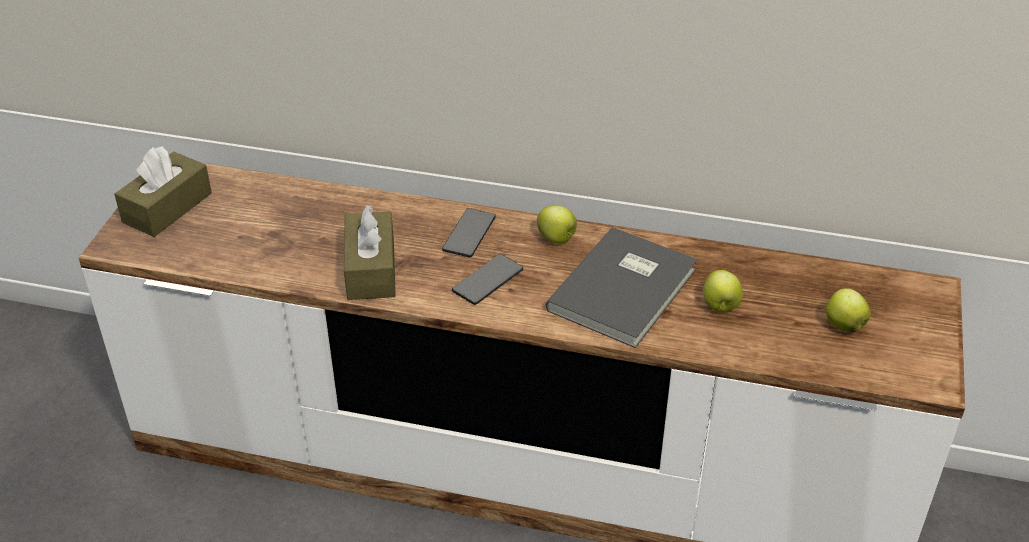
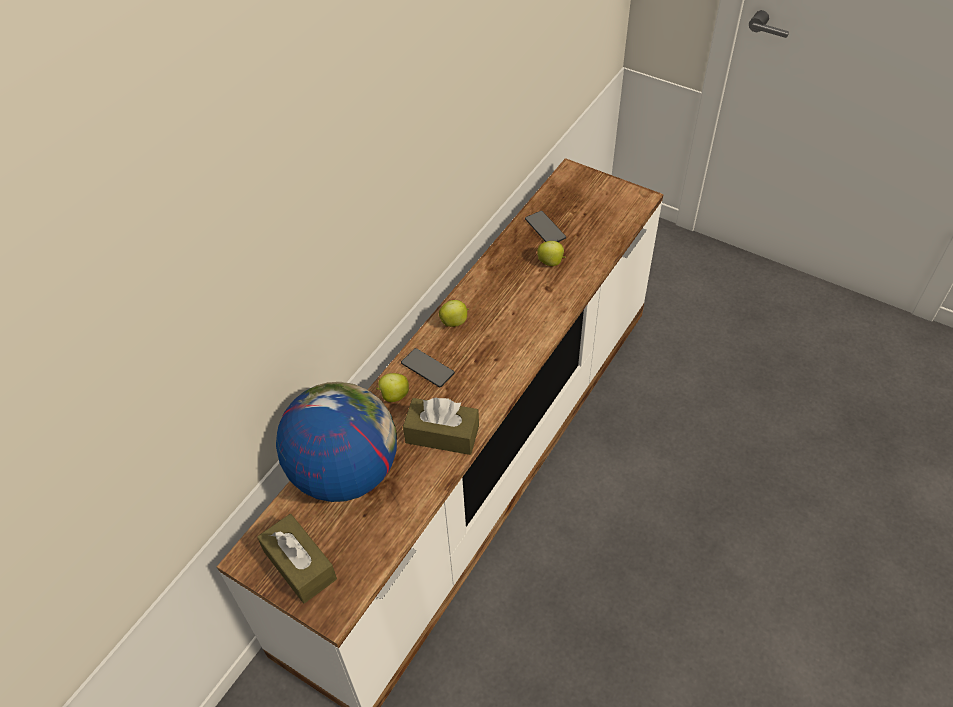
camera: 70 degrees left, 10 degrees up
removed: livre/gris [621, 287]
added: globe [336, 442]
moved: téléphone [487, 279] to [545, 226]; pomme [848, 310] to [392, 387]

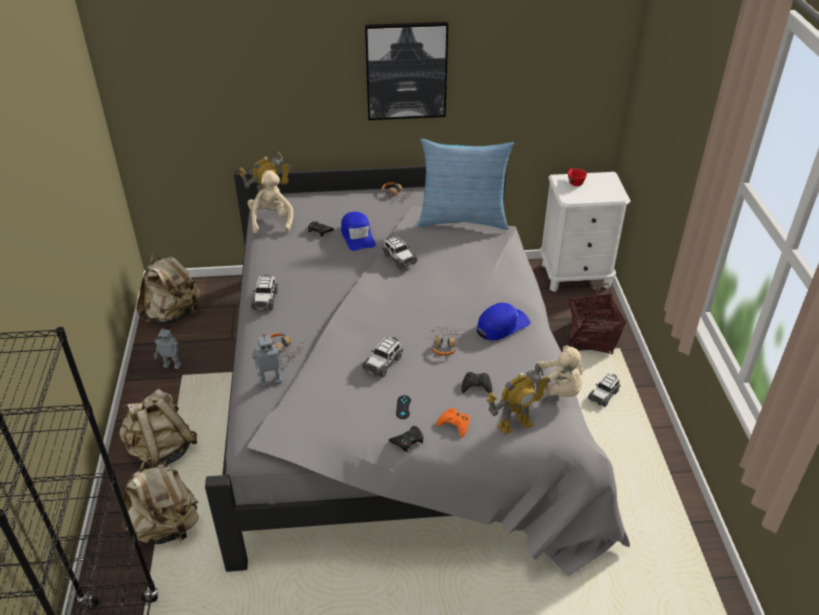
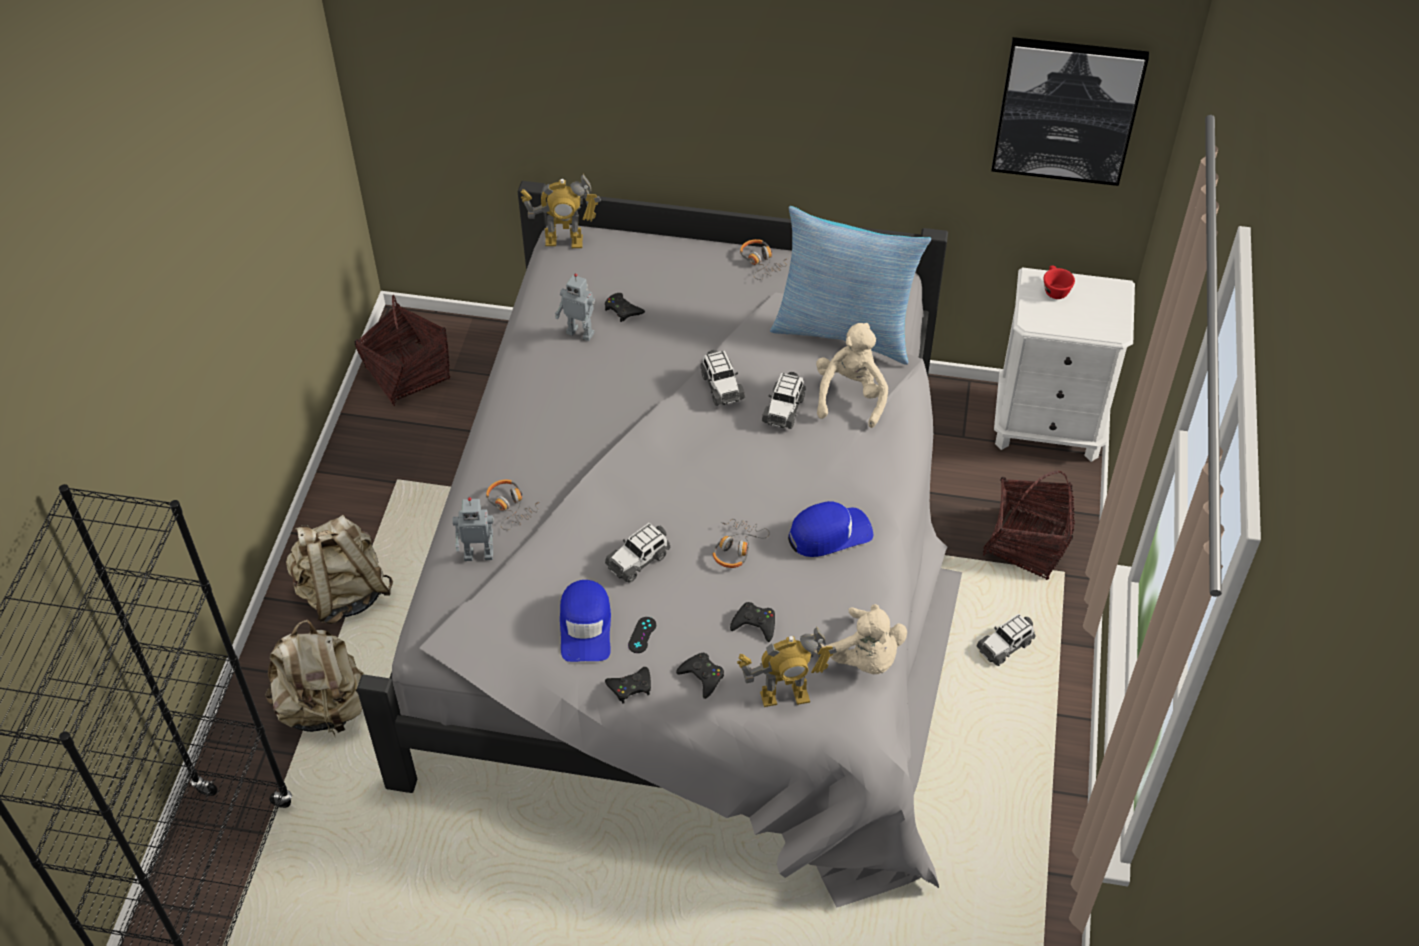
camera: 15 degrees right, 10 degrees up
moved: tableau [406, 71] to [1070, 111]; peluche/beige [270, 202] to [852, 375]; casquette/bleu [358, 231] to [585, 621]; petite voiture [264, 292] to [784, 400]; robot jouet [167, 348] to [575, 307]
replaced: sac à dos/beige [169, 288] to panier [402, 350]
recoloured: manette/orange [453, 423] to manette/noir [700, 676]

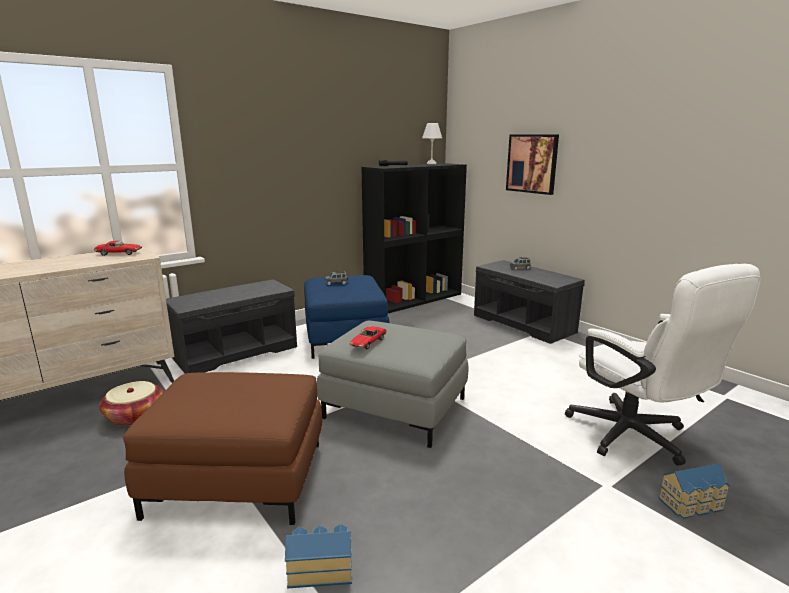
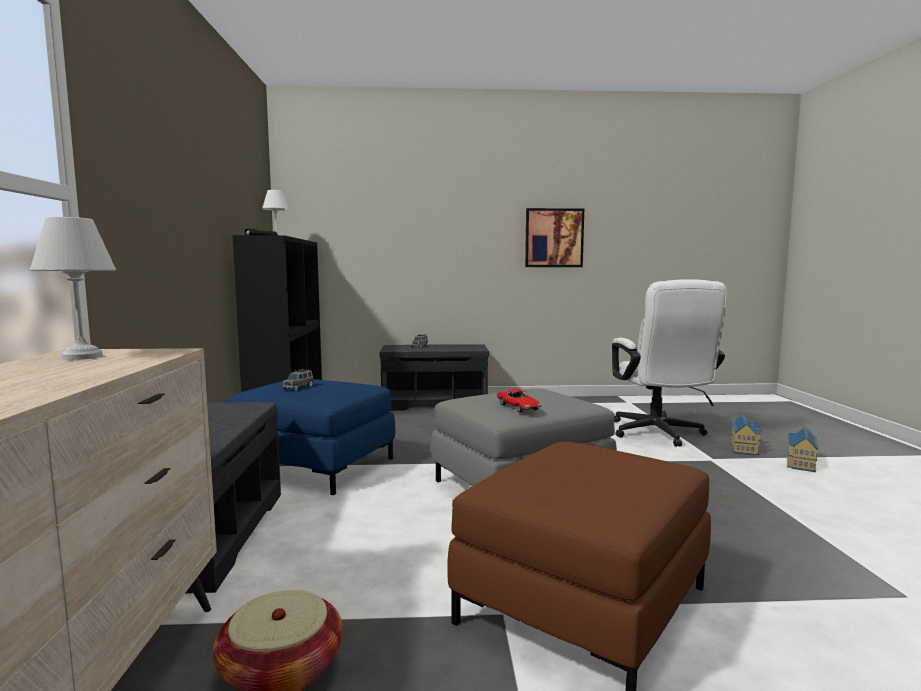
camera: 55 degrees left, 10 degrees down
moved: tableau [532, 164] to [554, 237]; maison miniature [318, 556] to [802, 449]
replaced: petite voiture [118, 248] to lampe de table/blanc [73, 288]
turned: chaise de bureau/blanc [663, 365] = [669, 363] 75 degrees clockwise

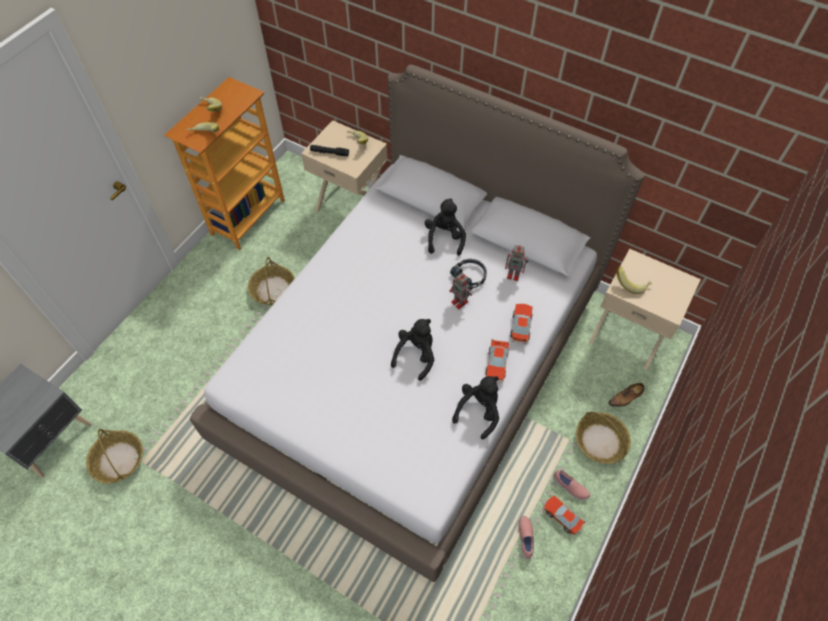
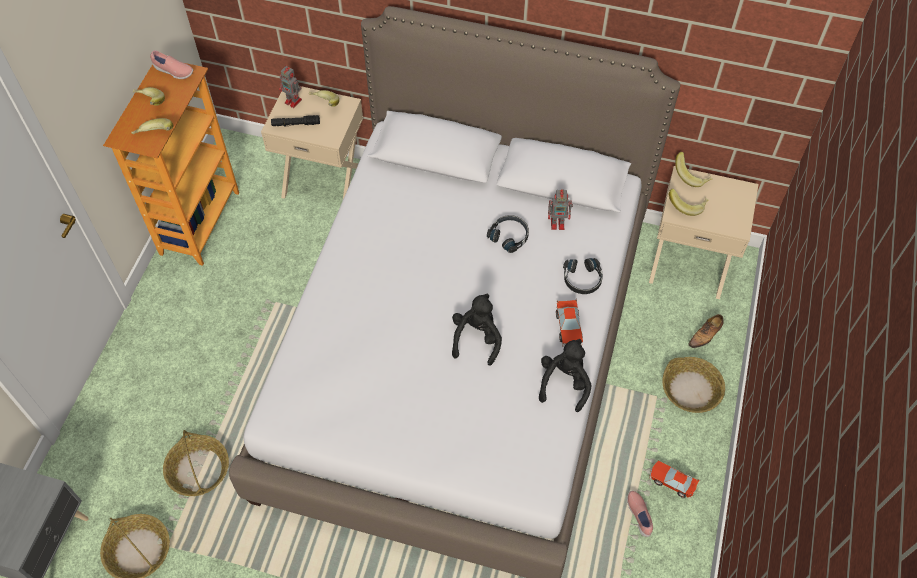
camera: 15 degrees left, 0 degrees up
removed: peluche/noir [445, 227]
added: banane [694, 169]
moved: panier [271, 281] to [196, 463]; robot jouet [461, 291] to [290, 86]; chaussure/rose [571, 485] to [171, 64]
replaced: petite voiture [521, 324] to casque audio/noir [583, 276]

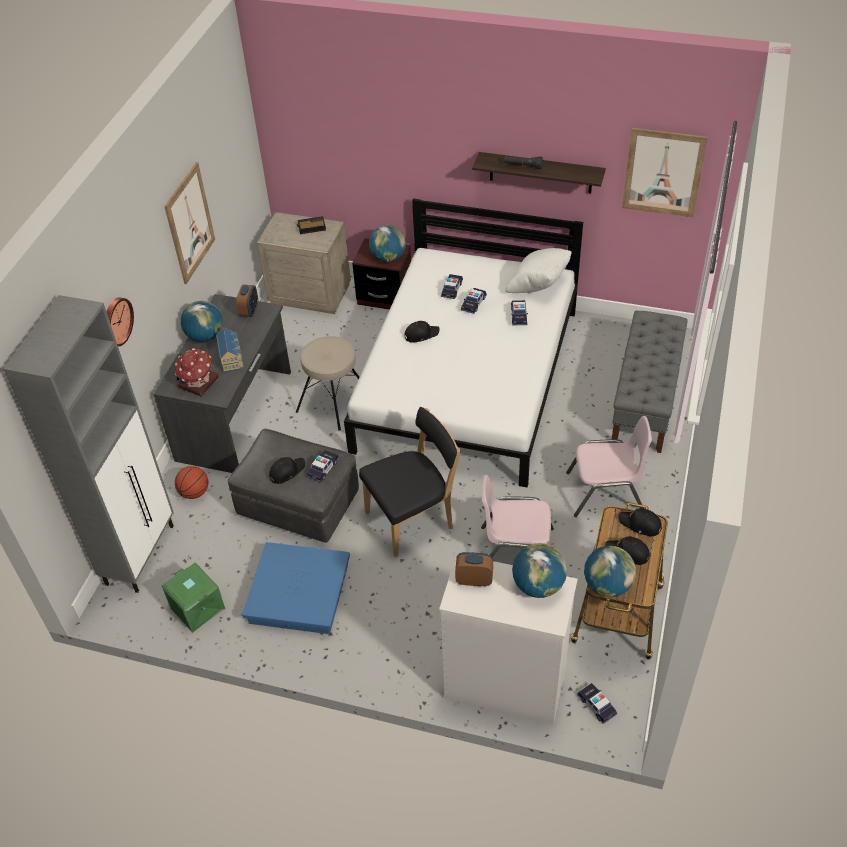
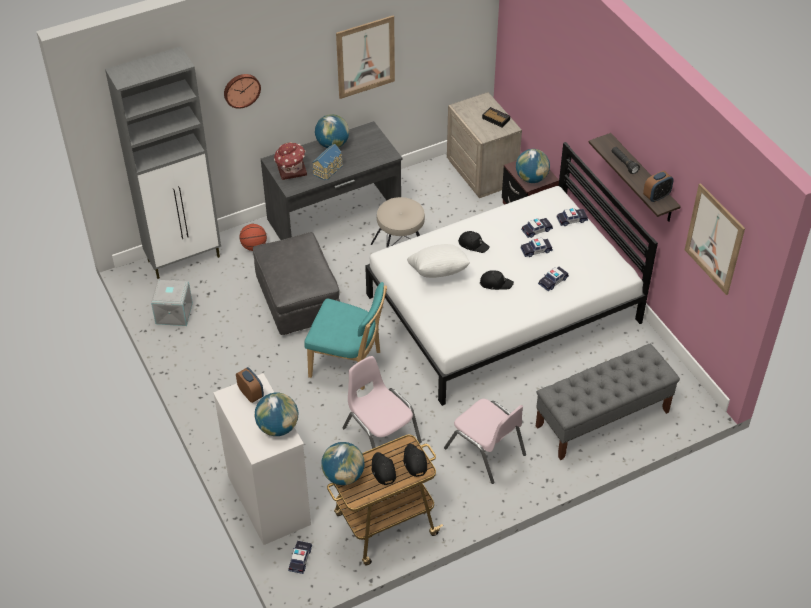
camera: 45 degrees right, 0 degrees up
removed: boîte de rangement/bleu [296, 588]
moved: coussin/blanc [538, 270] to [438, 261]; réveil [247, 300] to [658, 186]; petite voiture [323, 466] to [572, 217]; casquette/noir [287, 470] to [497, 280]
recoloured: chaise/noir [410, 482] to chaise/turquoise [345, 336]; boîte de rangement/vert [193, 597] to boîte de rangement/gris [172, 302]

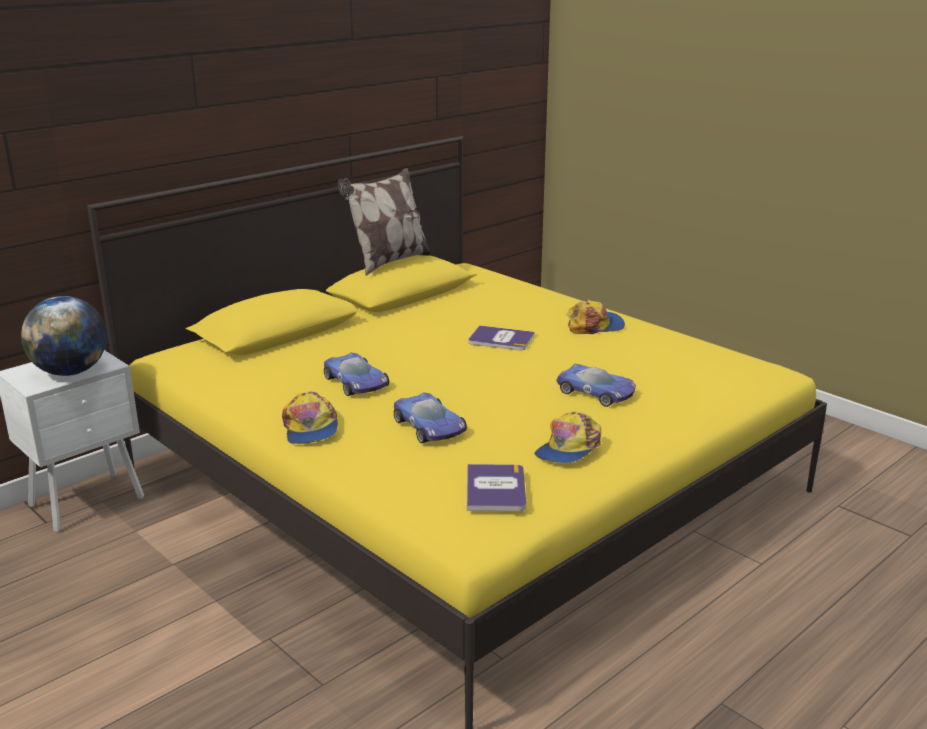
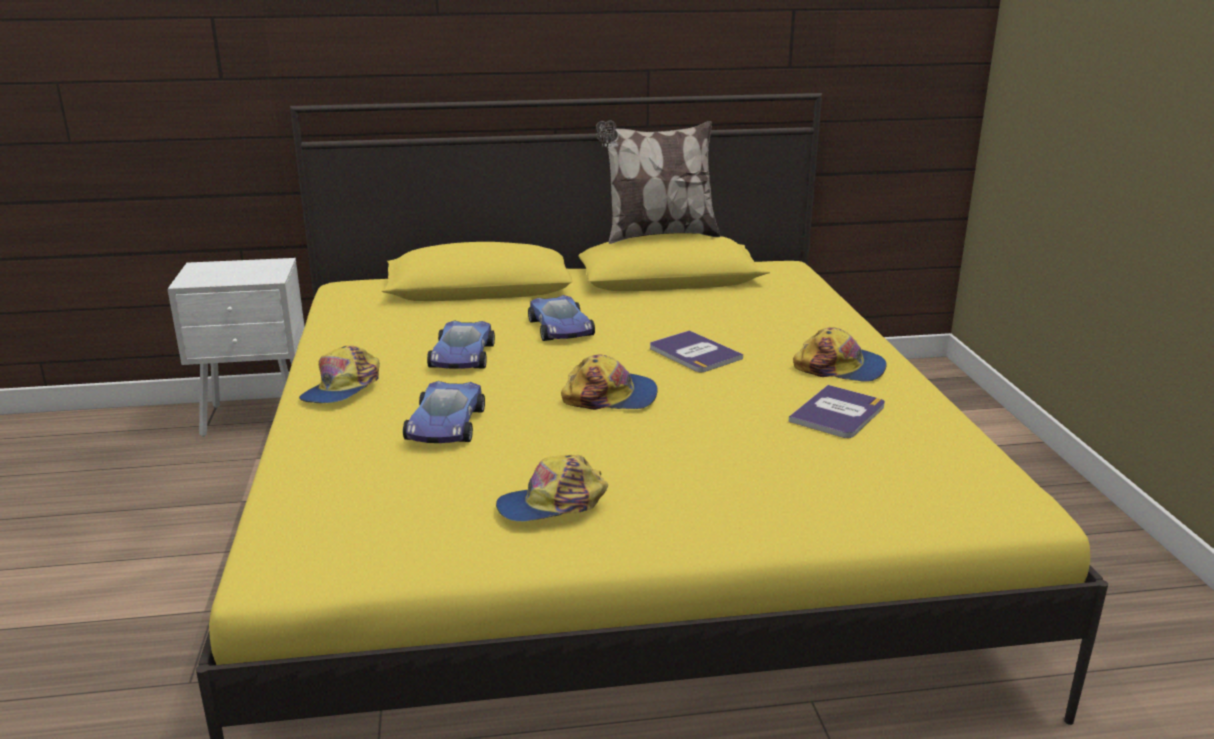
camera: 35 degrees right, 0 degrees up
removed: globe [64, 336]
added: casquette [609, 382]
moved: petite voiture [596, 385] to [561, 318]; livre [496, 487] to [837, 411]

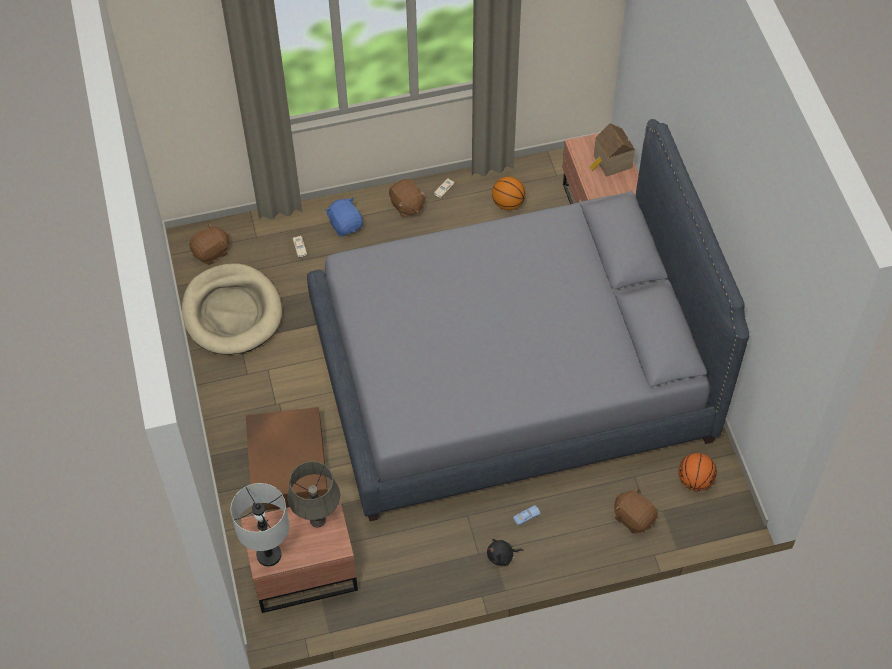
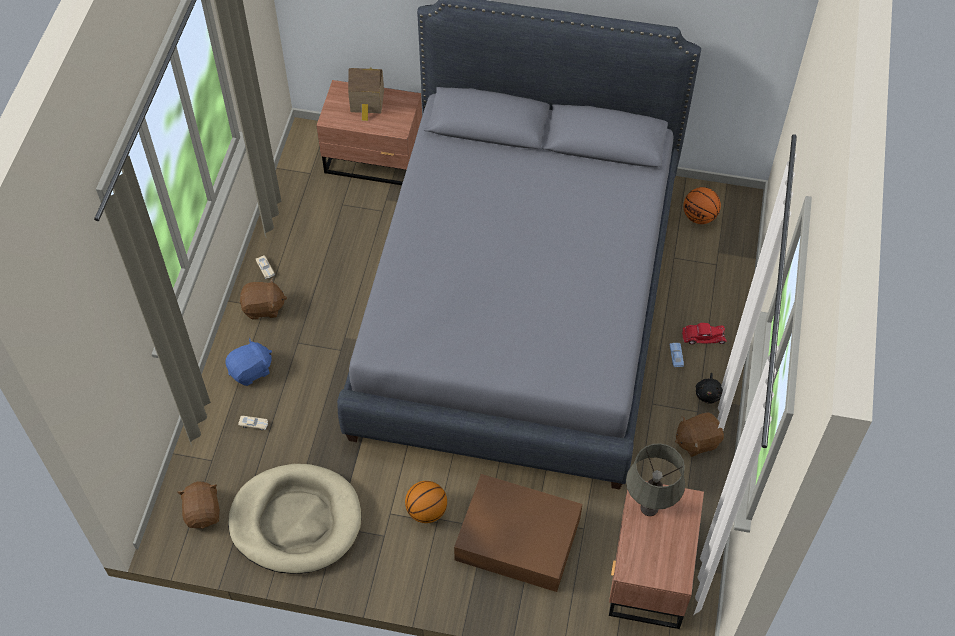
camera: 65 degrees left, 0 degrees up
removed: lampe de table/gris [260, 525]
added: petite voiture/rouge [704, 333]
moved: ballon de basket [509, 193] to [426, 502]; peluche/marron [636, 510] to [699, 434]
turned: peluche/bleu [344, 217] = [249, 362] 150 degrees clockwise

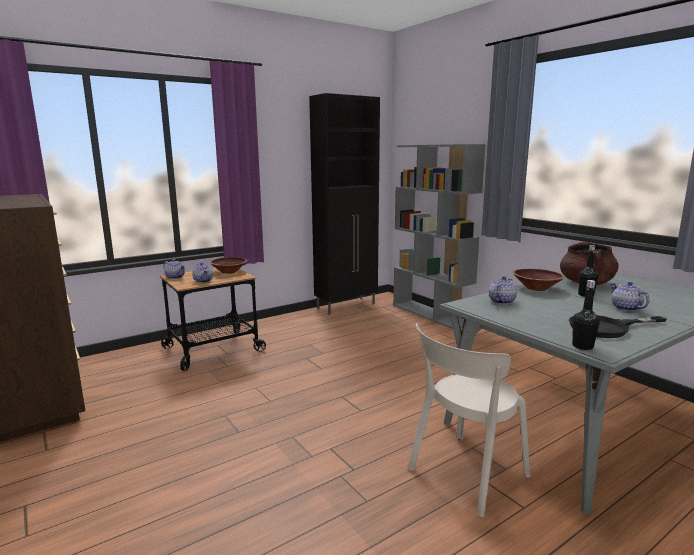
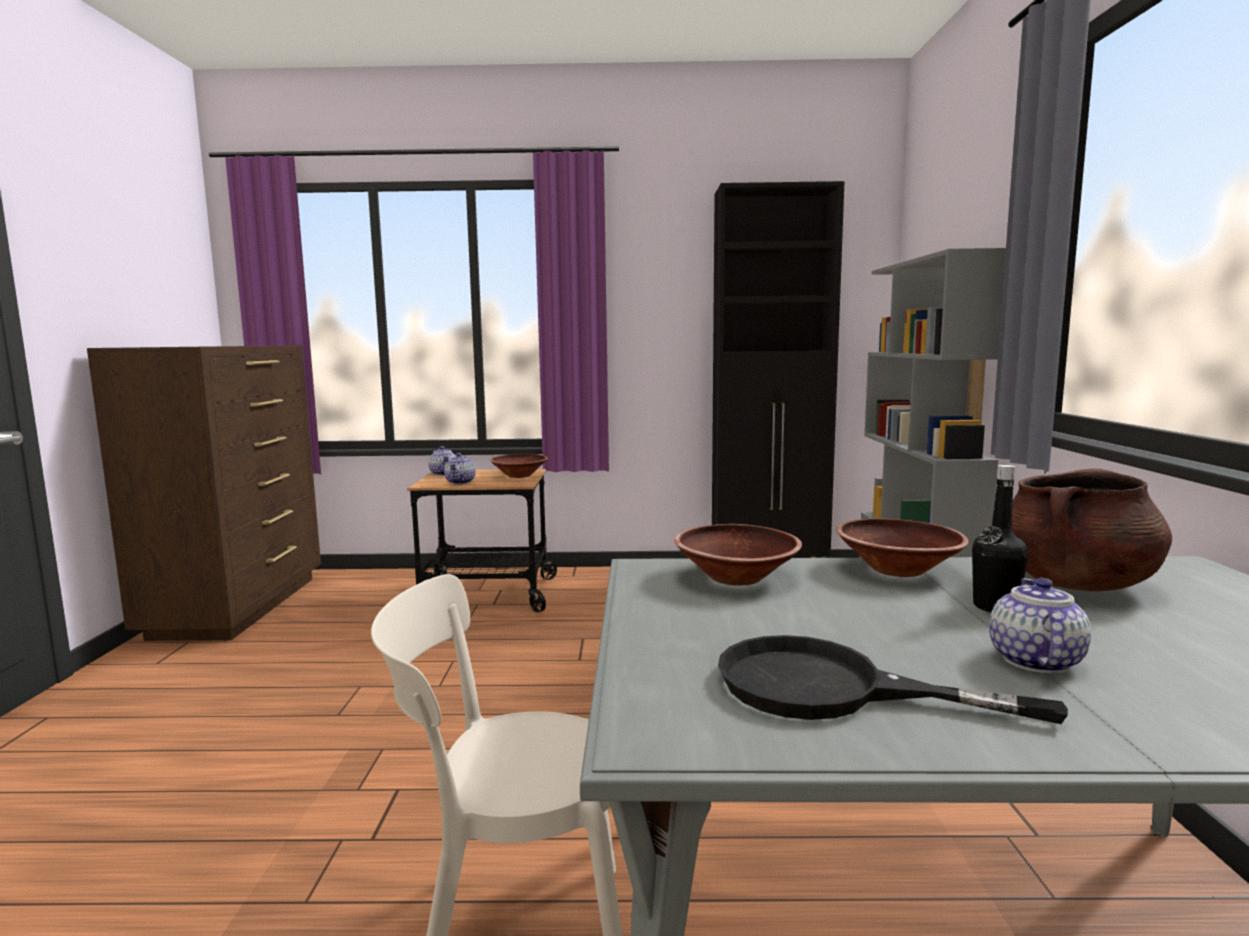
camera: 35 degrees right, 5 degrees down
removed: bouteille/noir [586, 315]
replaced: théière [503, 290] to bol/marron [738, 555]

